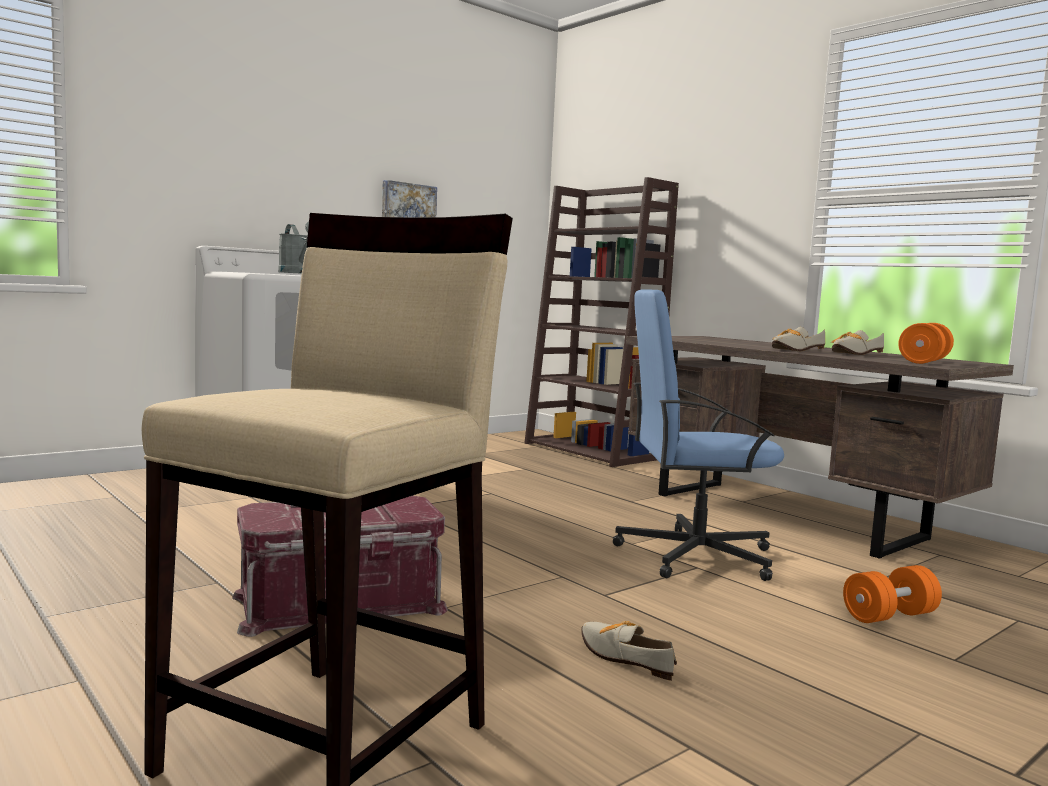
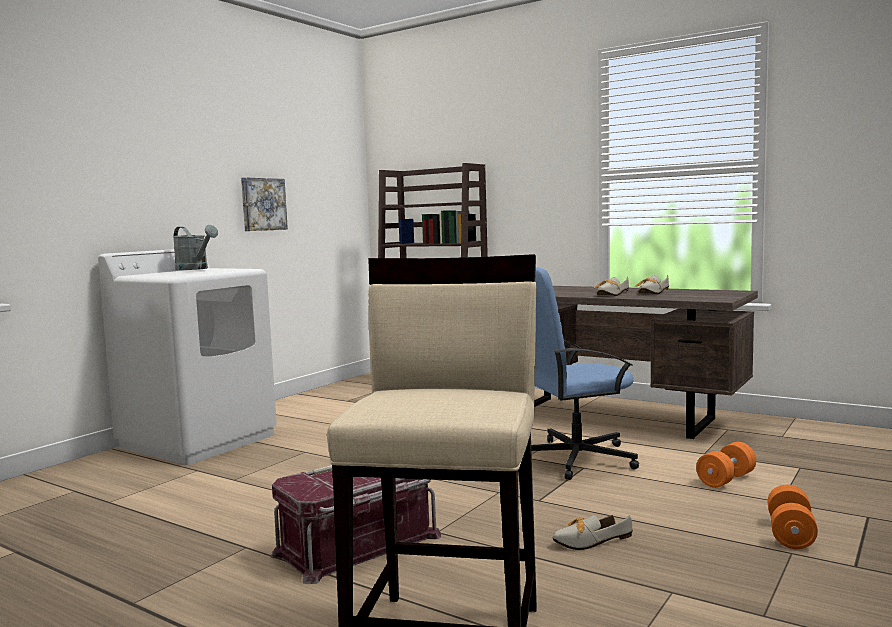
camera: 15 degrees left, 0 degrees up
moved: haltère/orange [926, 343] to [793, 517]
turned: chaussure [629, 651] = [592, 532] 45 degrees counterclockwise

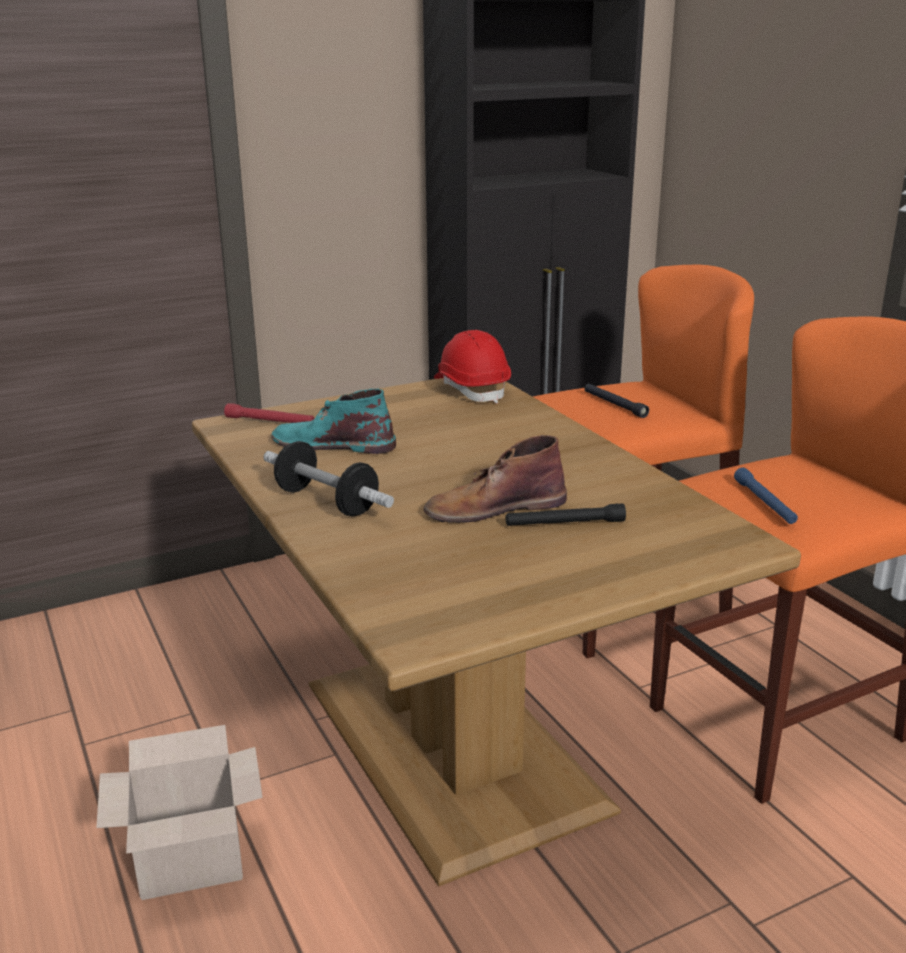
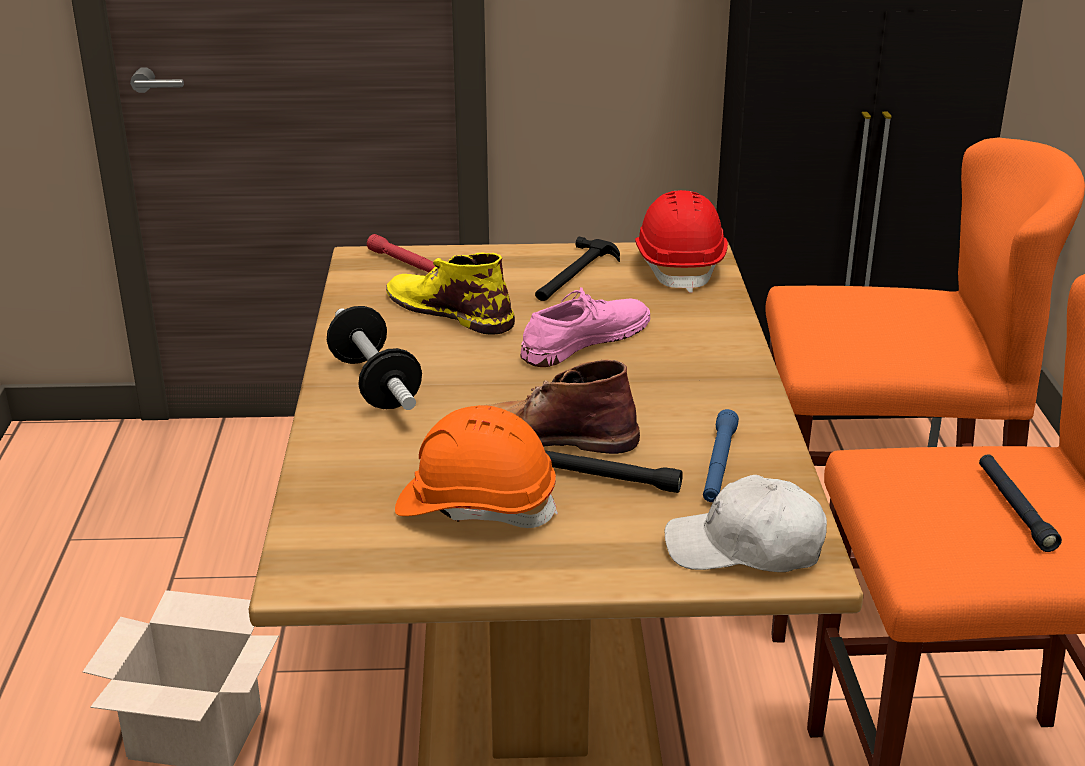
camera: 25 degrees right, 5 degrees up
added: marteau [577, 269]; chaussure/rose [585, 327]; casque de chantier/orange [476, 466]; casquette/blanc [746, 523]
moved: lampe de poche/noir [617, 401] to [1020, 503]; lampe de poche/bleu [766, 495] to [721, 455]
recoloured: botte/turquoise [333, 421] to botte/jaune [450, 294]

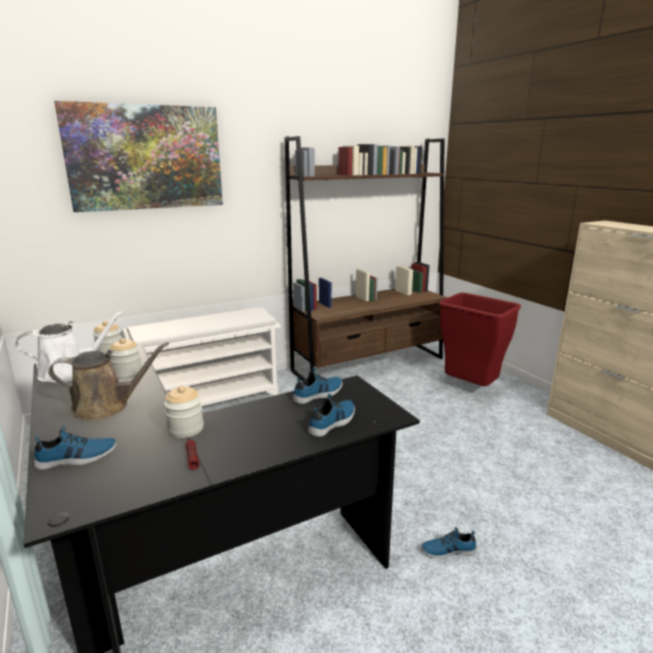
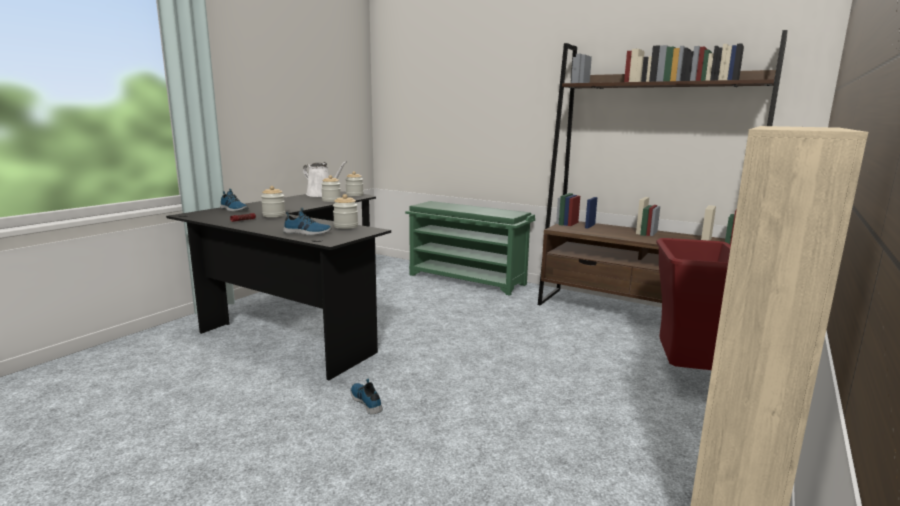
camera: 60 degrees right, 5 degrees down
removed: tableau [138, 156]; arrosoir/marron [108, 381]
replaced: chaussure [318, 385] to bocal [345, 211]
recoloured: étagère à chaussures/blanc [202, 356] to étagère à chaussures/vert [470, 248]

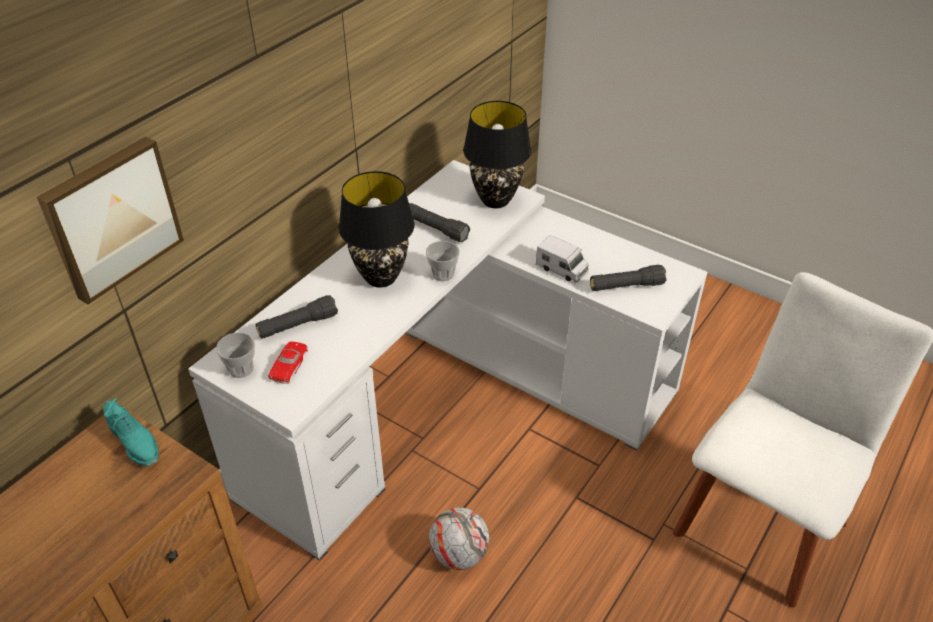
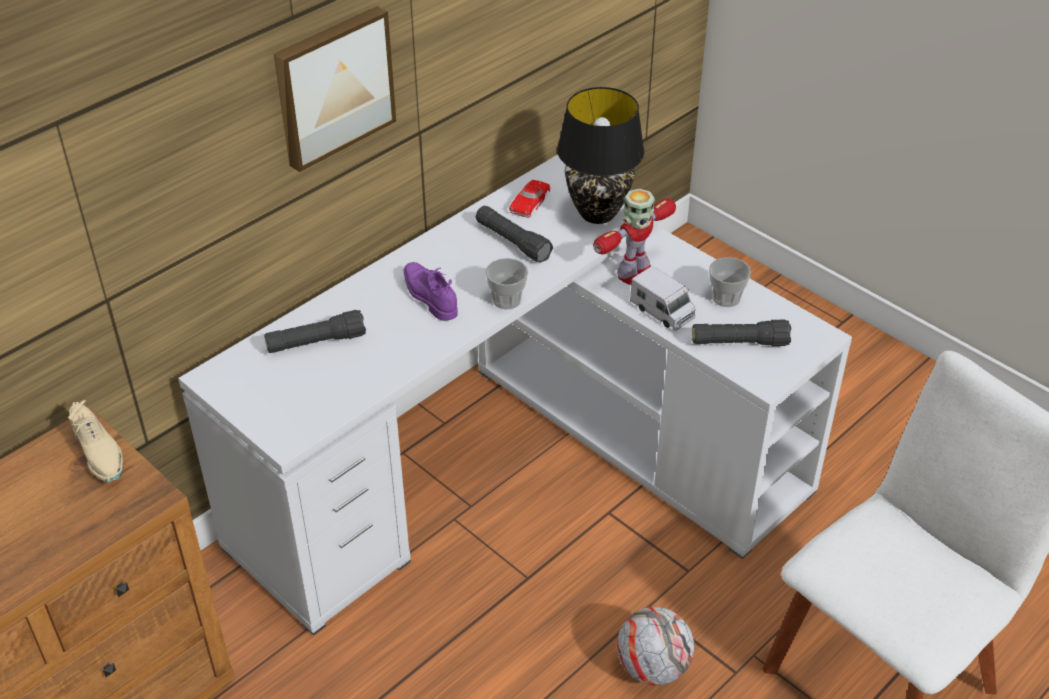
camera: 10 degrees right, 0 degrees up
added: robot jouet [634, 237]
moved: tableau [110, 220] to [334, 89]; tasse [235, 355] to [730, 282]; petite voiture/rouge [288, 362] to [529, 199]; ballon de foot [459, 538] to [655, 646]
replaced: lampe de table/noir [376, 229] to chaussure/violet [431, 291]
recoloured: chaussure/turquoise [131, 432] to chaussure/beige [95, 441]

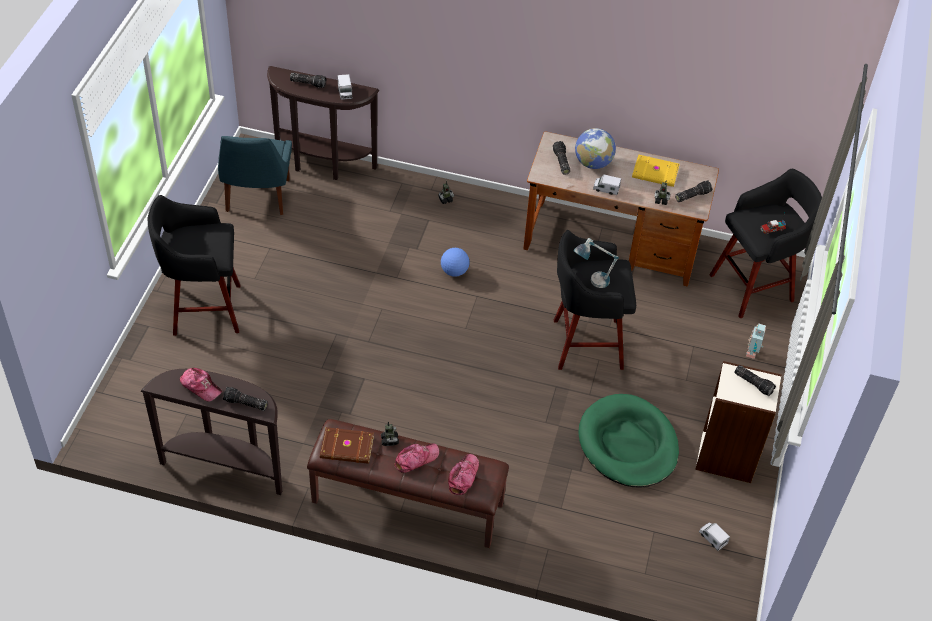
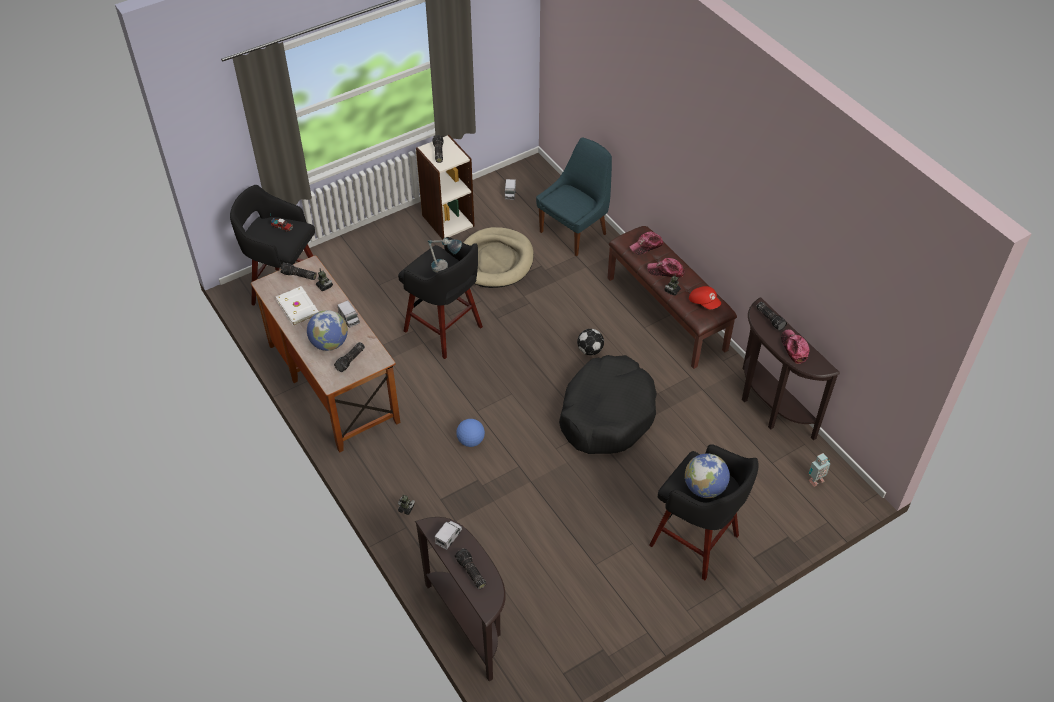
camera: 135 degrees left, 0 degrees up
added: ballon de foot [590, 342]; panier pour chien/noir [608, 404]; globe [707, 476]
moved: chaise/bleu [255, 175] to [574, 196]; robot jouet [756, 341] to [819, 470]
replaced: livre/marron [347, 445] to casquette/rouge [705, 297]
recoloured: livre/jaune [656, 170] to livre/blanc [297, 306]; panier pour chien/vert [628, 441] to panier pour chien/beige [498, 257]

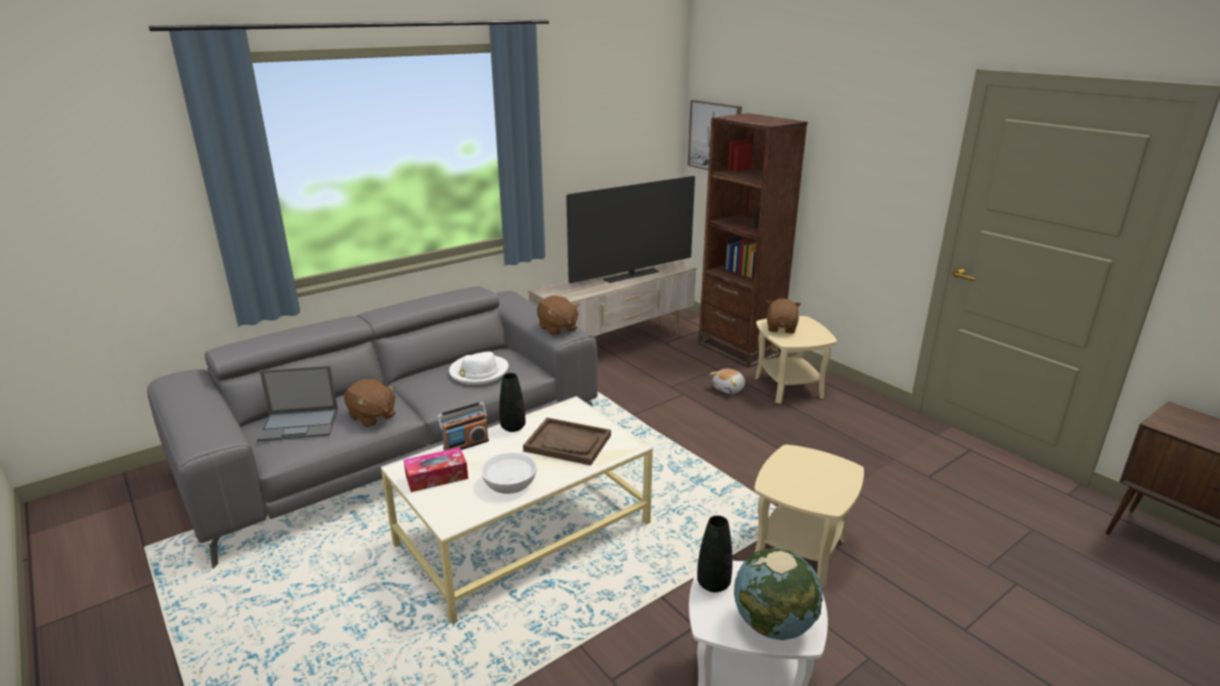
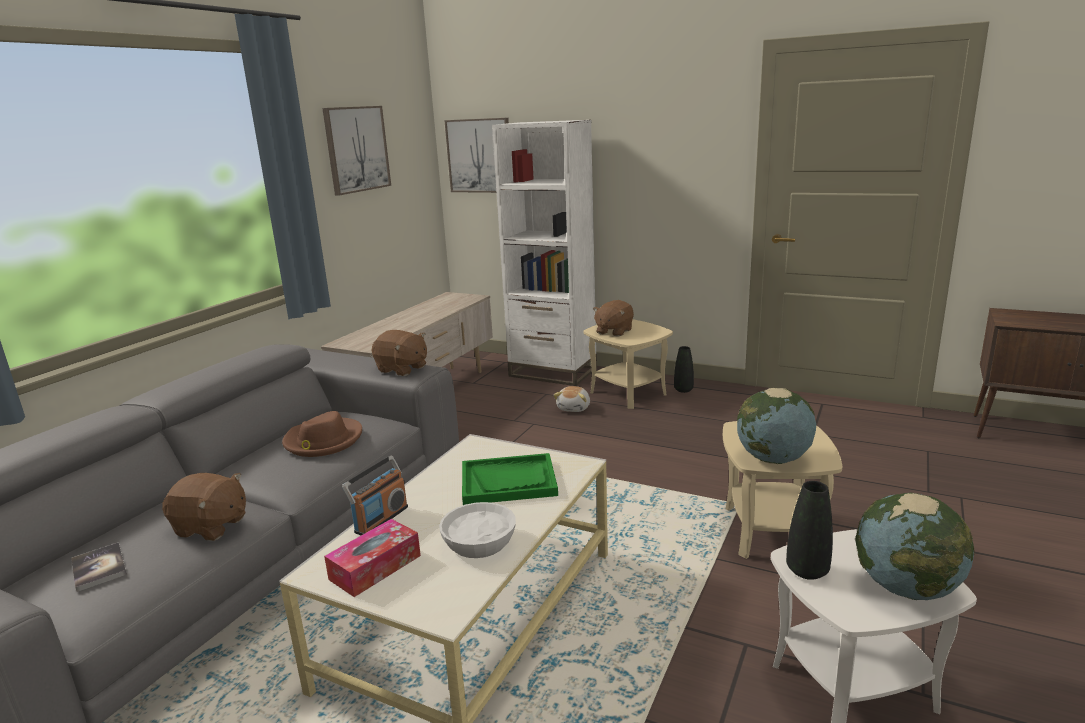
camera: 25 degrees left, 5 degrees down
removed: téléviseur [630, 229]
added: tableau [356, 150]; globe [776, 426]
moved: vase/noir [512, 402] to [684, 369]
replaced: ordinateur portable [297, 404] to livre [99, 567]
recoloured: bibliothèque/marron [753, 240] to bibliothèque/blanc [544, 253]; chapeau/blanc [479, 368] to chapeau/marron [322, 434]; plateau/marron [567, 442] to plateau/vert [510, 479]
turned: peluche/marron [784, 316] = [613, 318] 135 degrees counterclockwise

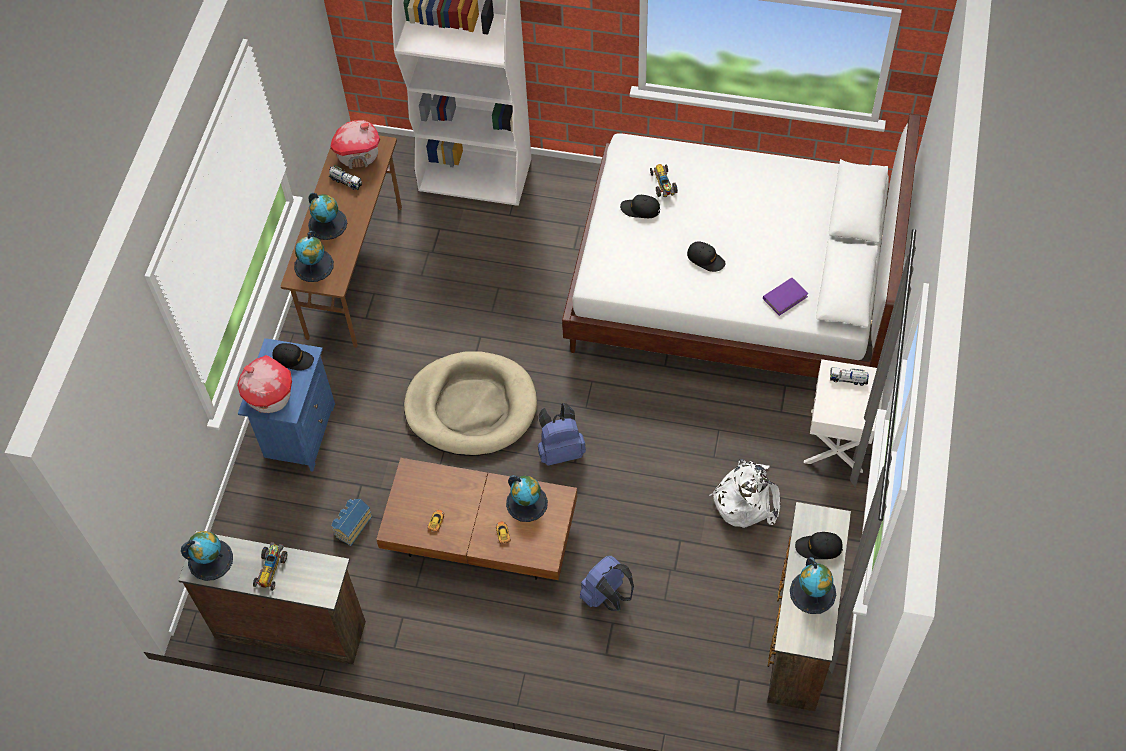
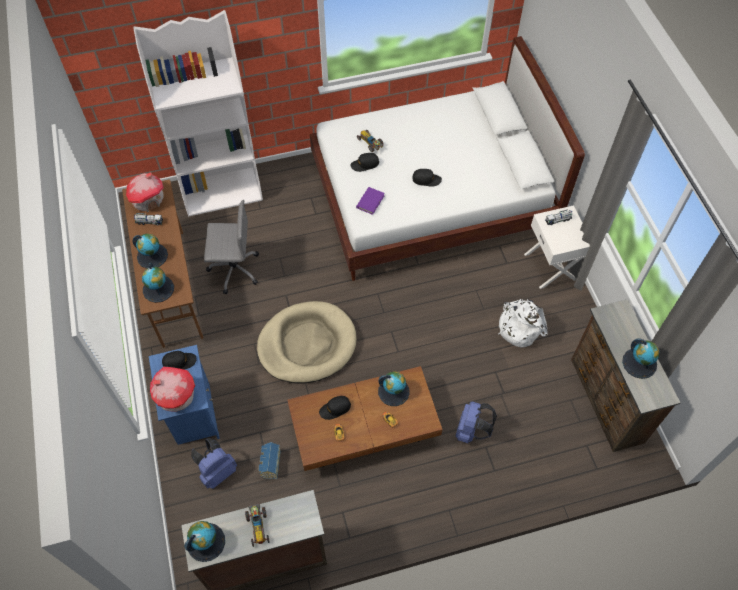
camera: 30 degrees left, 0 degrees up
added: chaise de bureau/gris [231, 247]
moved: livre/violet [785, 297] to [370, 201]; sac à dos/bleu [562, 434] to [214, 463]; casquette/noir [819, 545] to [335, 408]

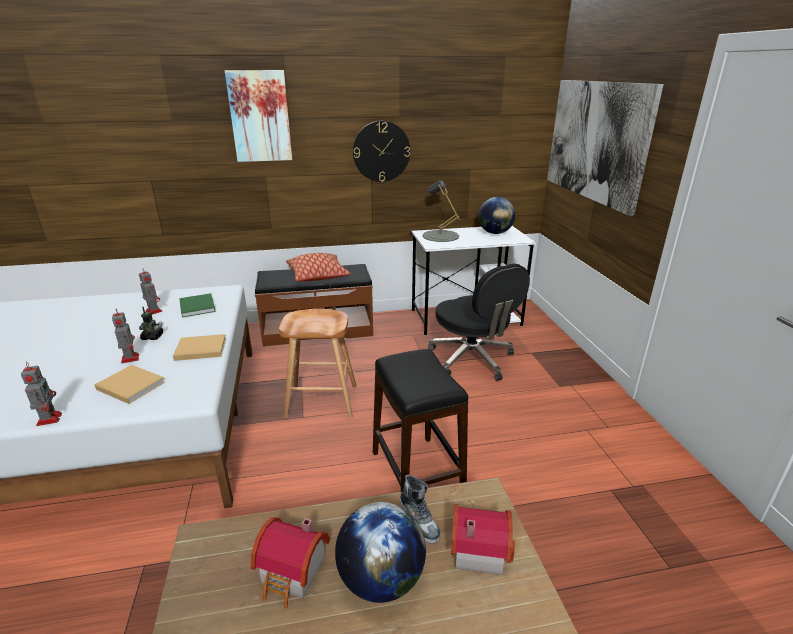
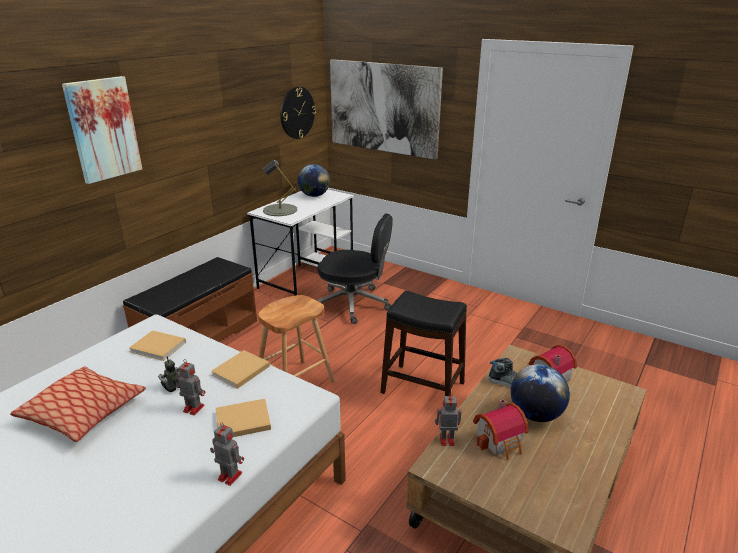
camera: 45 degrees left, 0 degrees up
moved: horloge murale [381, 151] to [298, 113]; coussin [318, 267] to [78, 404]; robot jouet [150, 291] to [448, 419]
recoloured: livre/vert [197, 305] to livre/beige [157, 345]

